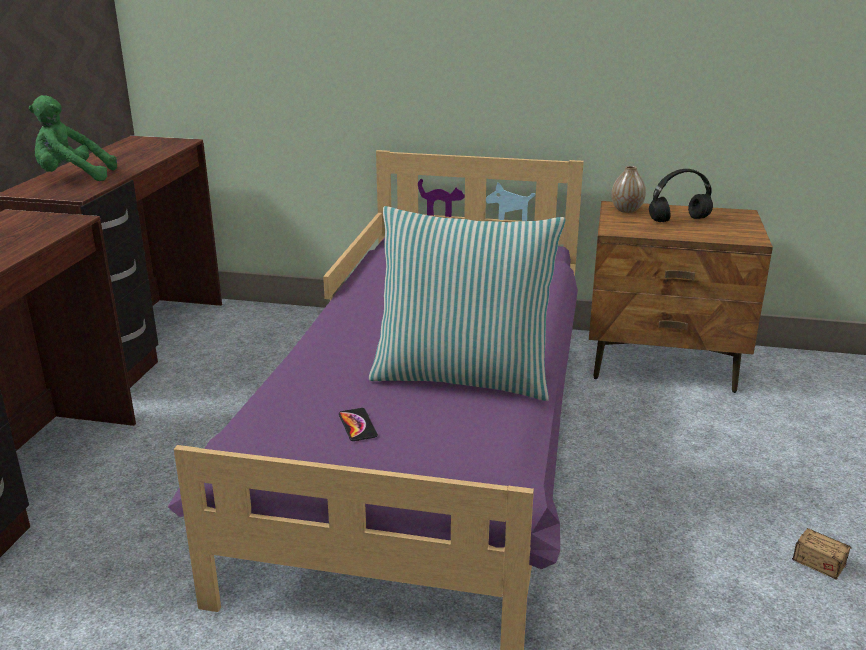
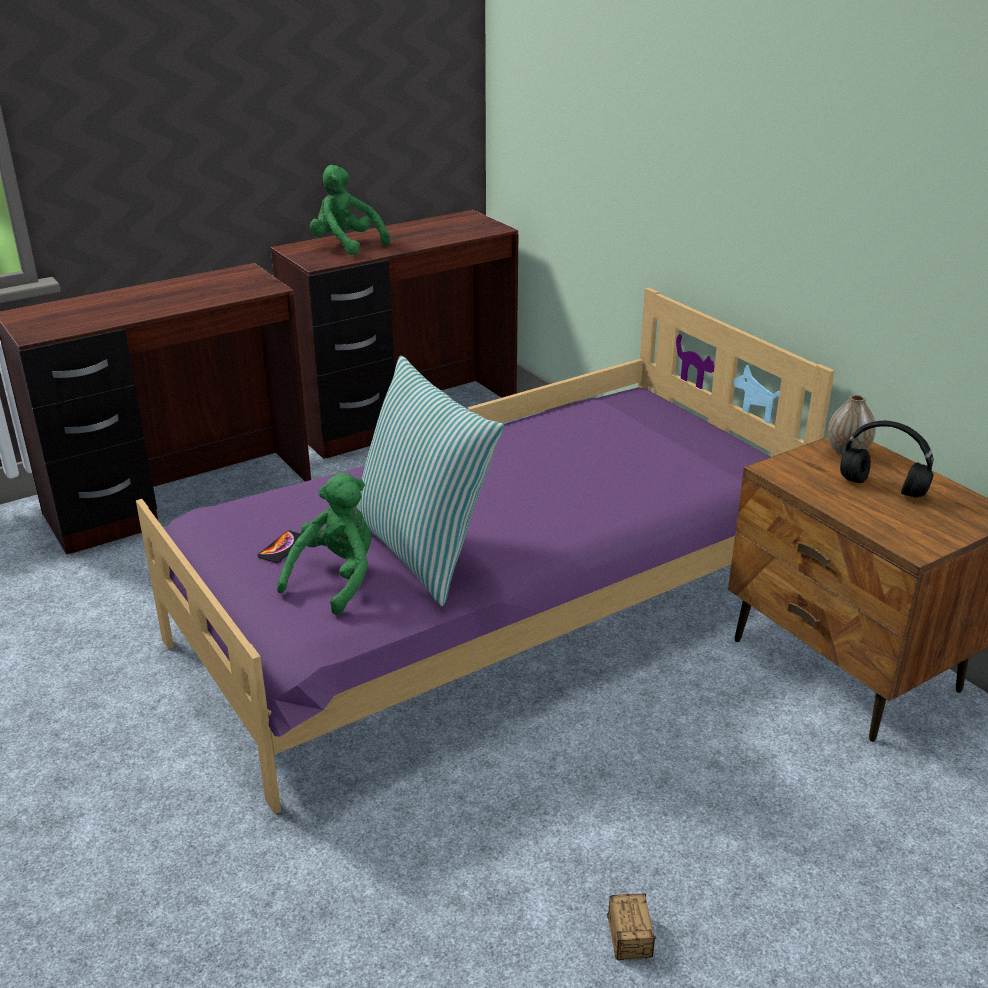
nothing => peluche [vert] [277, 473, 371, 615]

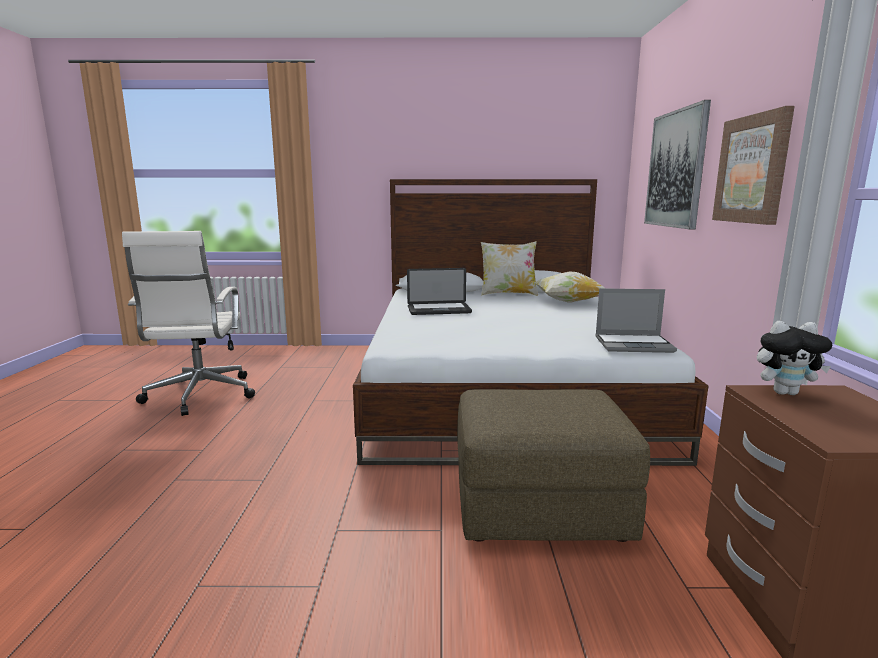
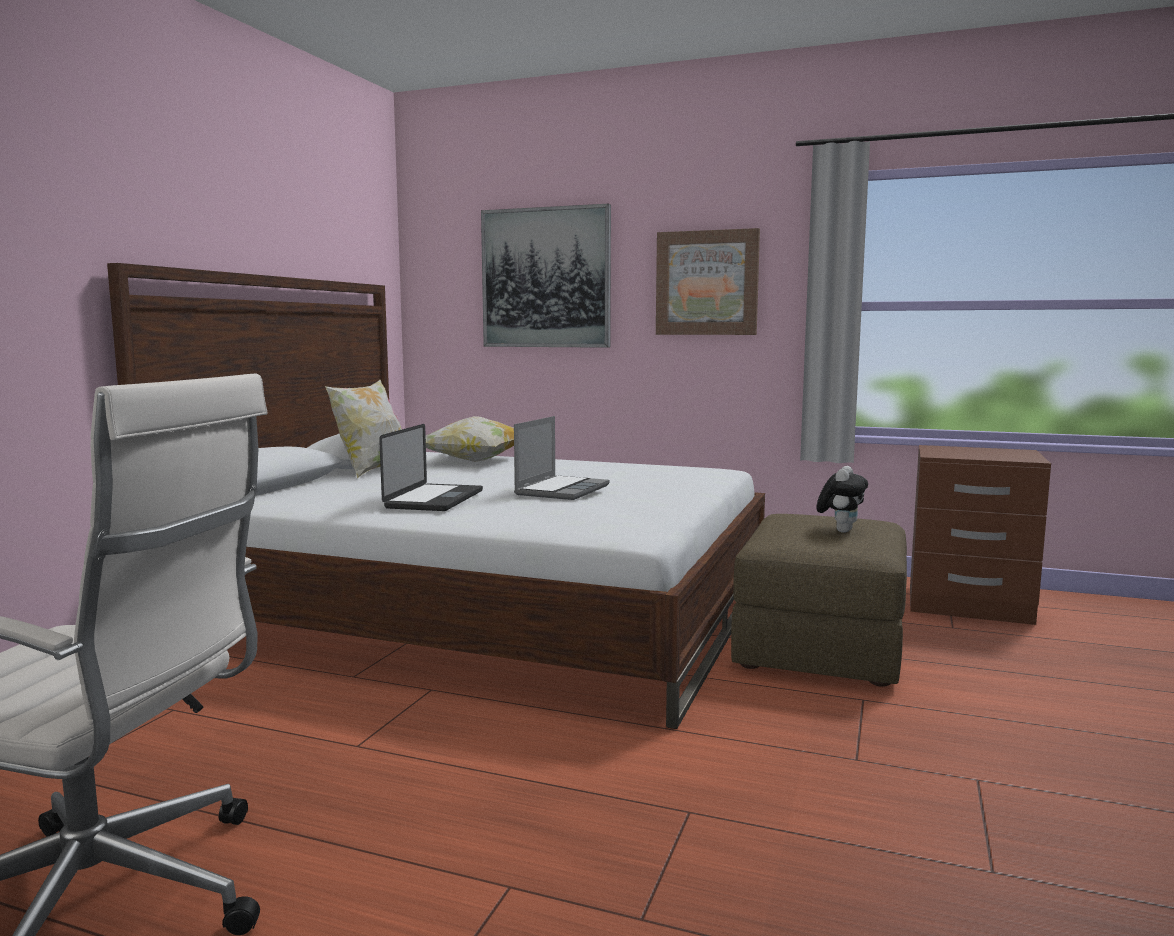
ordinateur portable [595, 288, 677, 353] => ordinateur portable [514, 416, 609, 500], moved
peluche [757, 321, 832, 395] => peluche [816, 466, 868, 533], moved

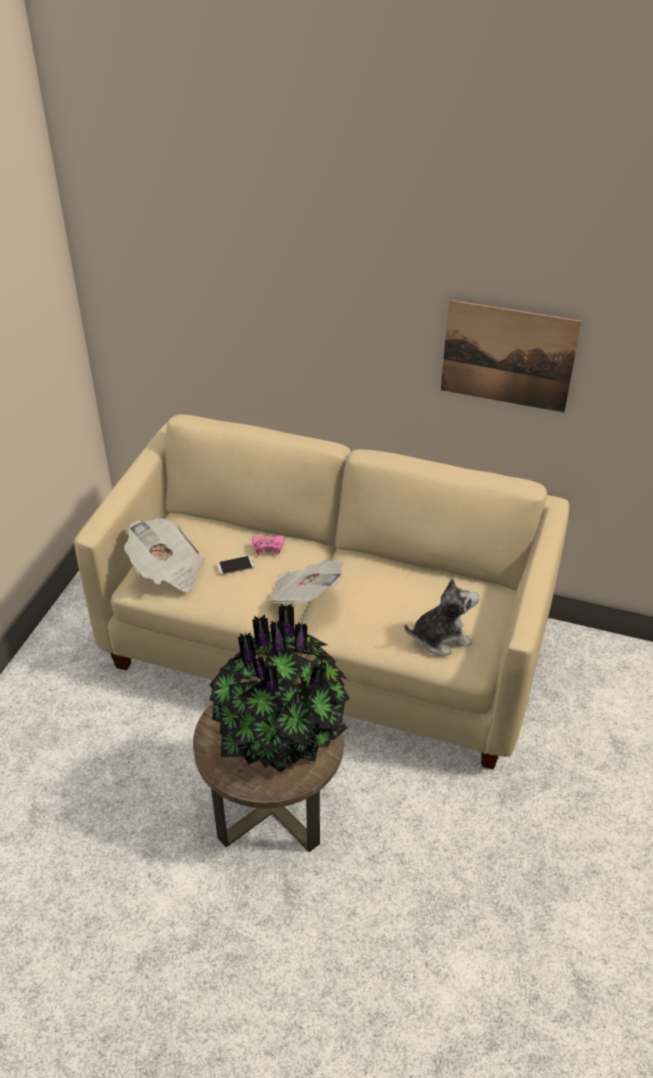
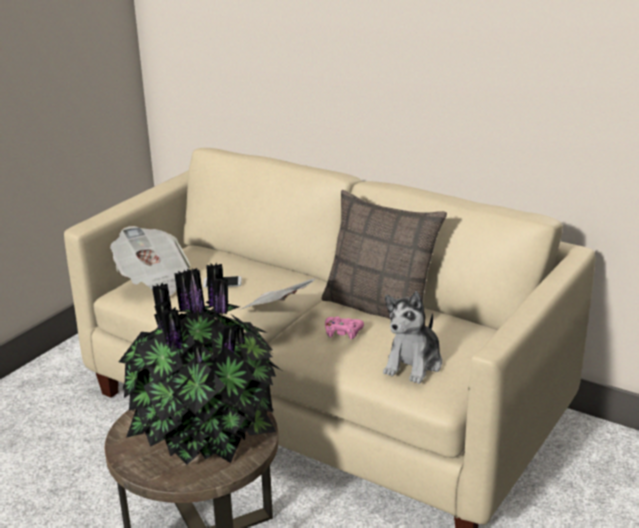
tableau [441, 300, 582, 413] => nothing
manette [rose] [252, 535, 285, 556] => manette [rose] [325, 316, 364, 339], moved
peluche [404, 578, 479, 655] => peluche [383, 291, 442, 384], 120 degrees clockwise
nothing => coussin [321, 190, 447, 319]

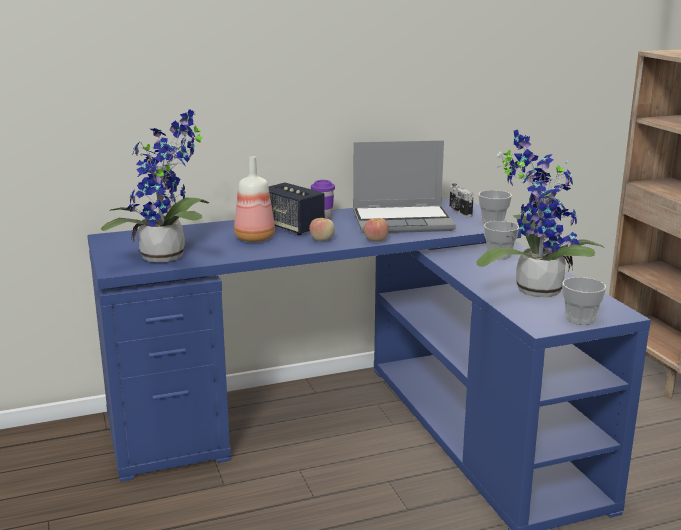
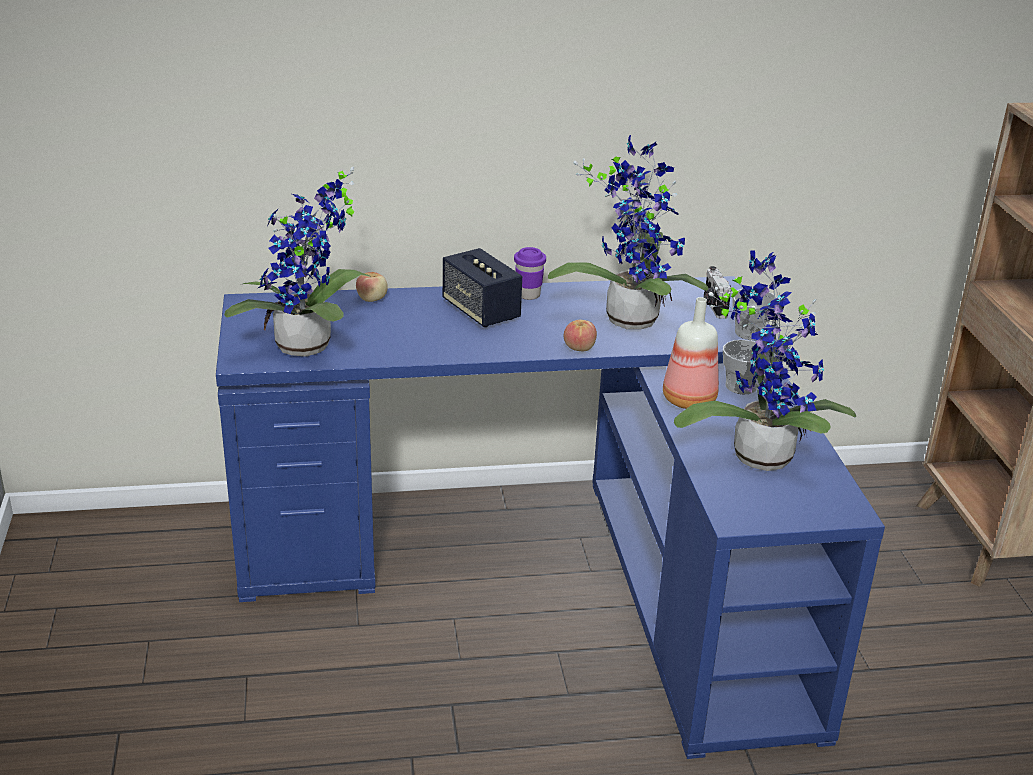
ordinateur portable [353, 140, 456, 233] => plante en pot [548, 135, 708, 330]
bouteille [234, 156, 275, 242] => bouteille [663, 297, 719, 409], moved
pomme [309, 218, 335, 241] => pomme [356, 272, 388, 302], moved
tasse [562, 277, 607, 325] => nothing

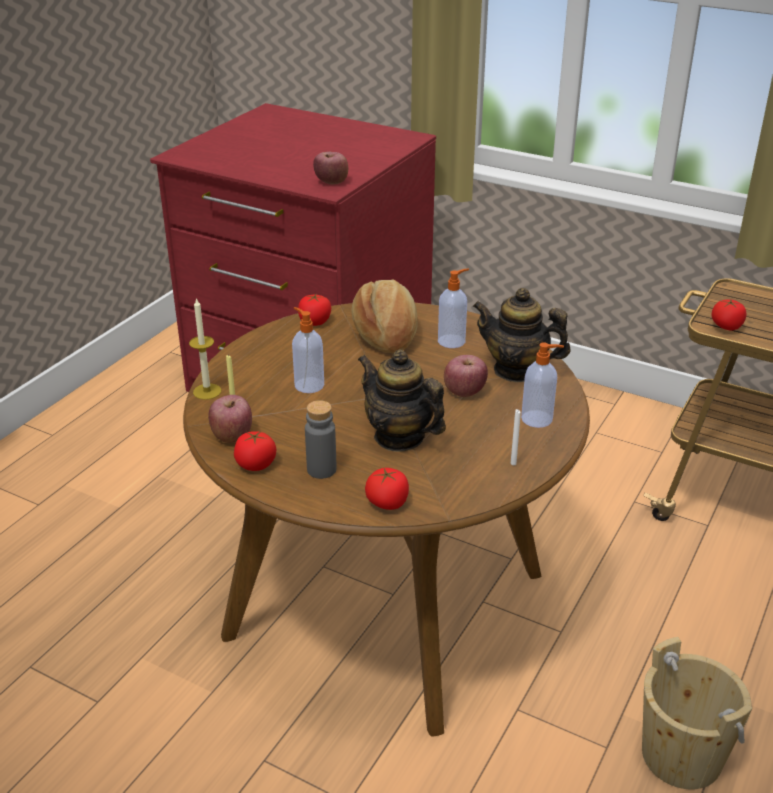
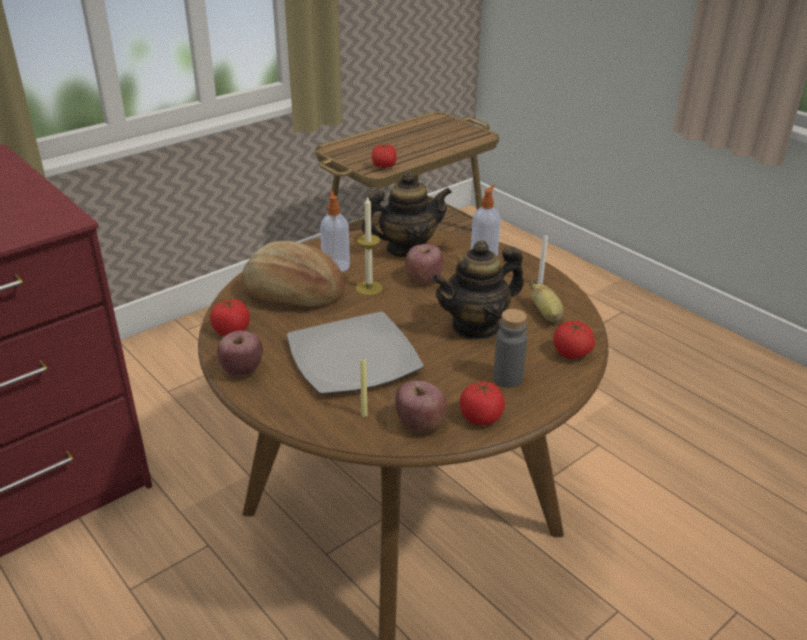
pomme [313, 152, 348, 185] => pomme [217, 330, 263, 376], moved
théière [473, 288, 571, 382] => théière [361, 171, 452, 257], 150 degrees counterclockwise
bougie [189, 298, 221, 400] => bougie [356, 197, 383, 295], moved
distributeur de savon [292, 307, 324, 393] => assiette [287, 312, 424, 394]
seau [beige] [642, 637, 753, 790] => nothing
nothing => banane [529, 279, 563, 322]

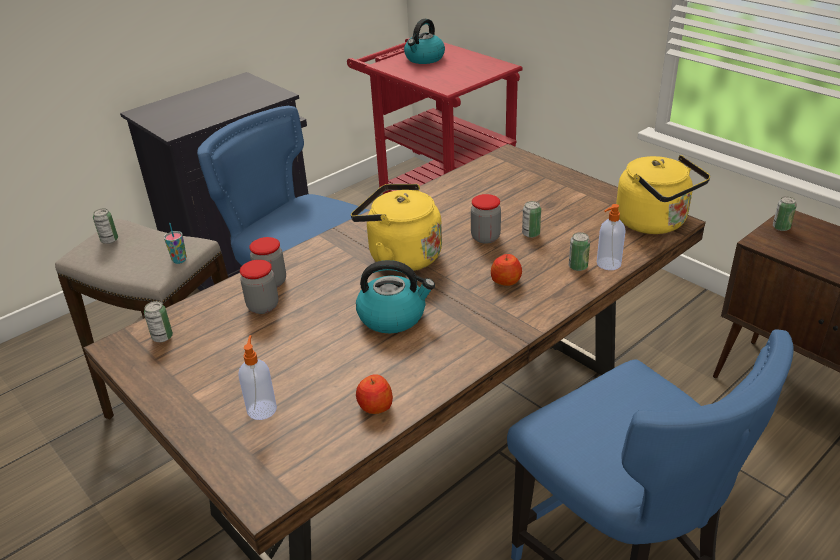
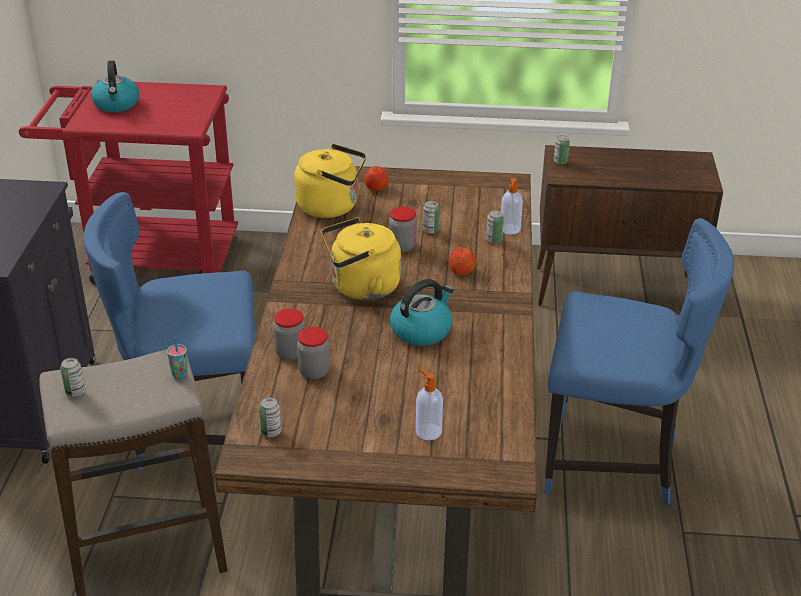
bouilloire [jaune] [616, 155, 710, 234] => bouilloire [jaune] [294, 144, 366, 218], moved
pomme [356, 374, 393, 414] => pomme [364, 166, 389, 191], moved

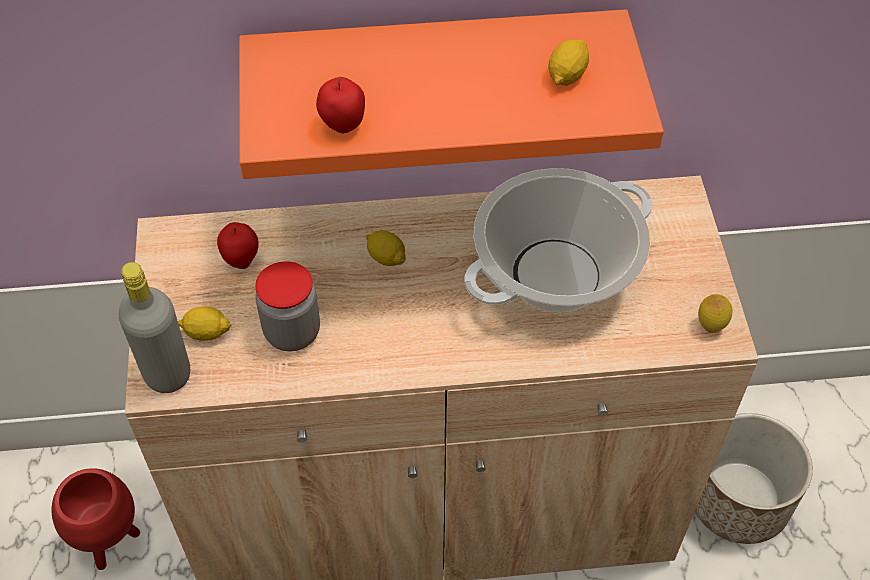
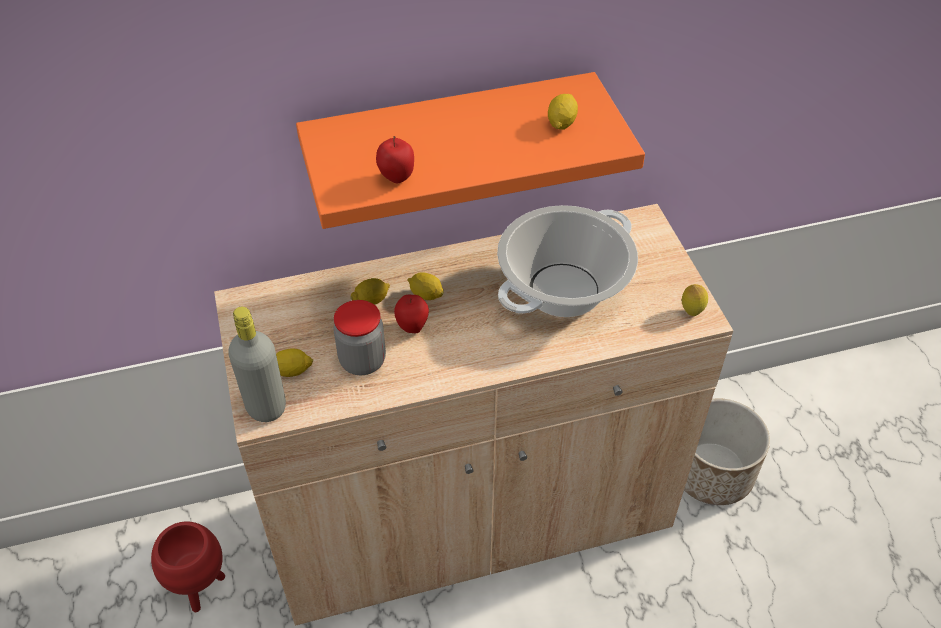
pomme [217, 222, 259, 269] => pomme [394, 295, 429, 333], moved
nothing => citron [350, 278, 390, 305]

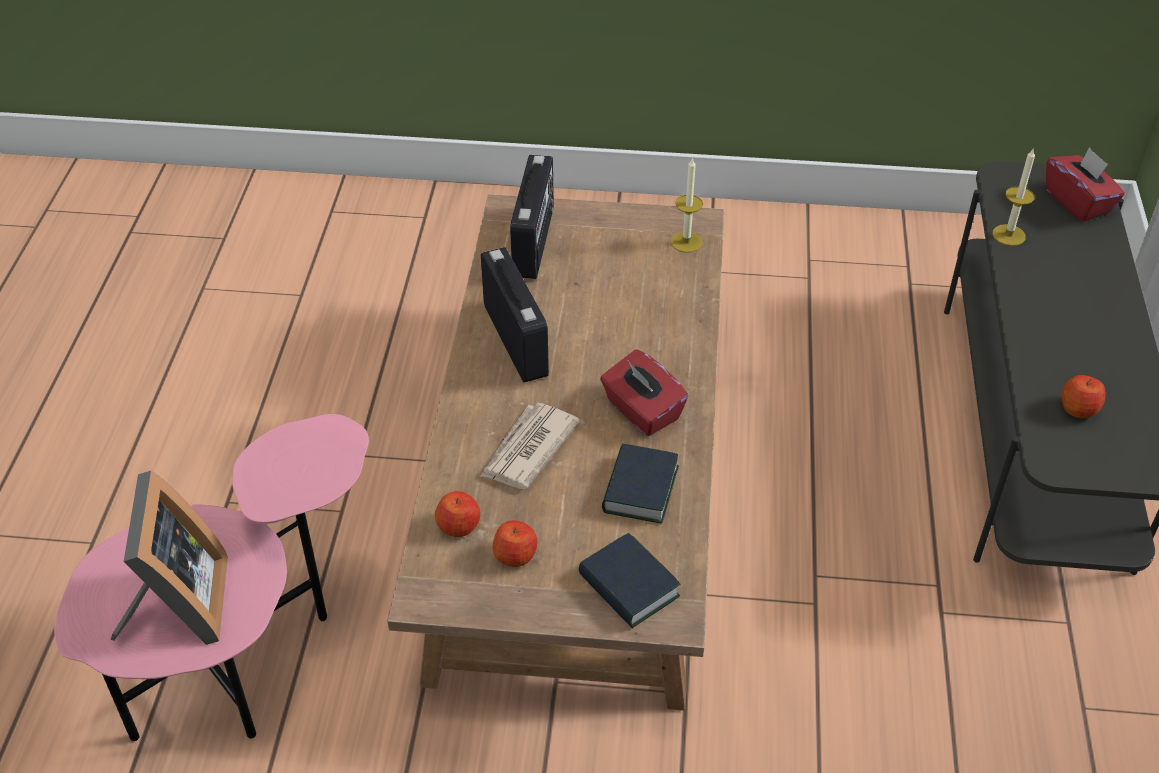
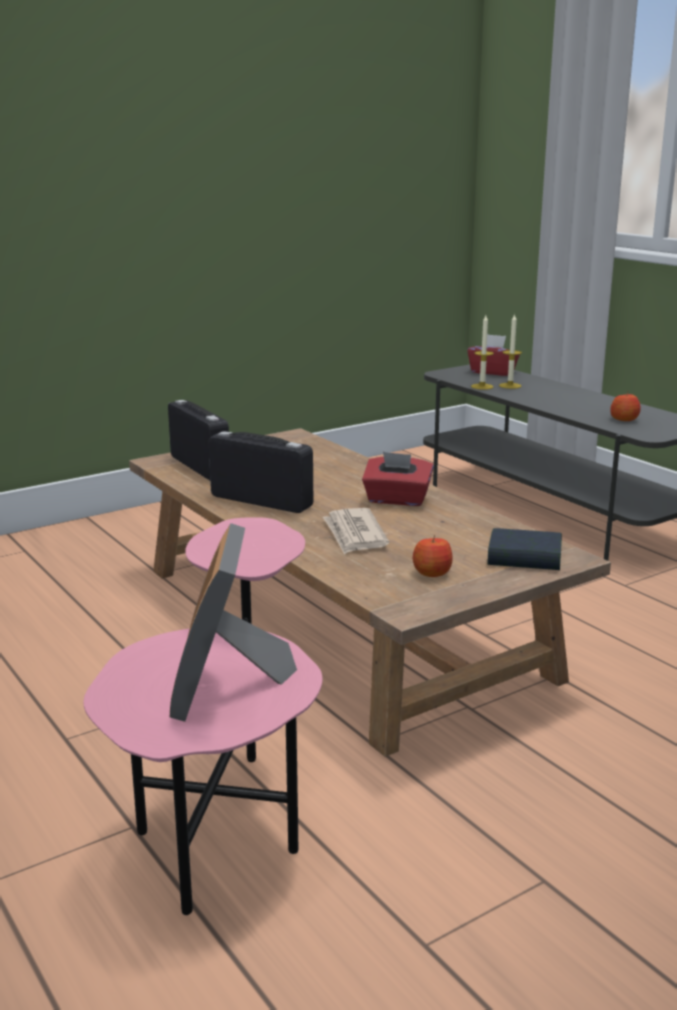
bougie [671, 157, 703, 253] => bougie [499, 313, 522, 389], moved
livre [602, 444, 679, 523] => nothing
cadre photo [111, 471, 228, 645] => cadre photo [170, 523, 297, 722], 135 degrees counterclockwise
pomme [435, 491, 480, 537] => nothing

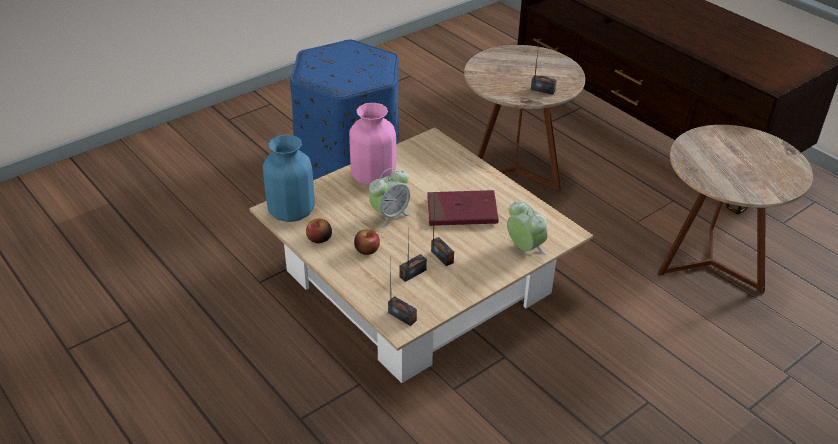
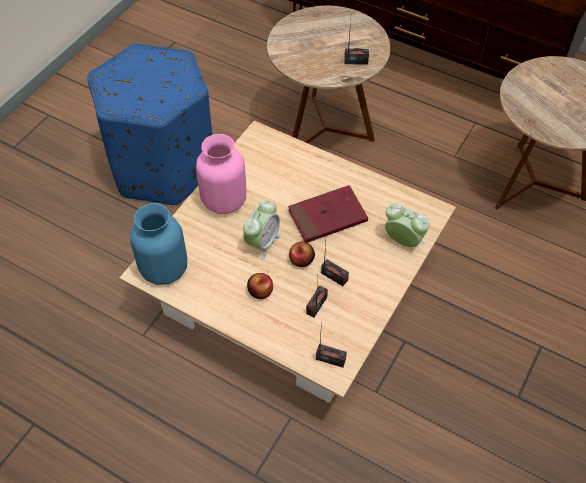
pomme [306, 219, 332, 243] => pomme [289, 242, 315, 267], moved

